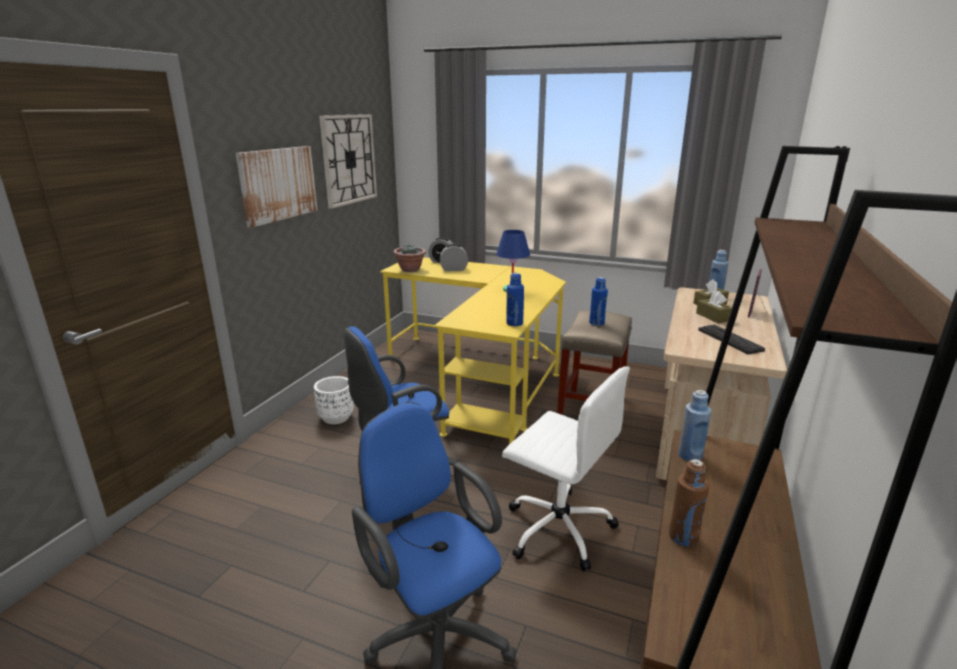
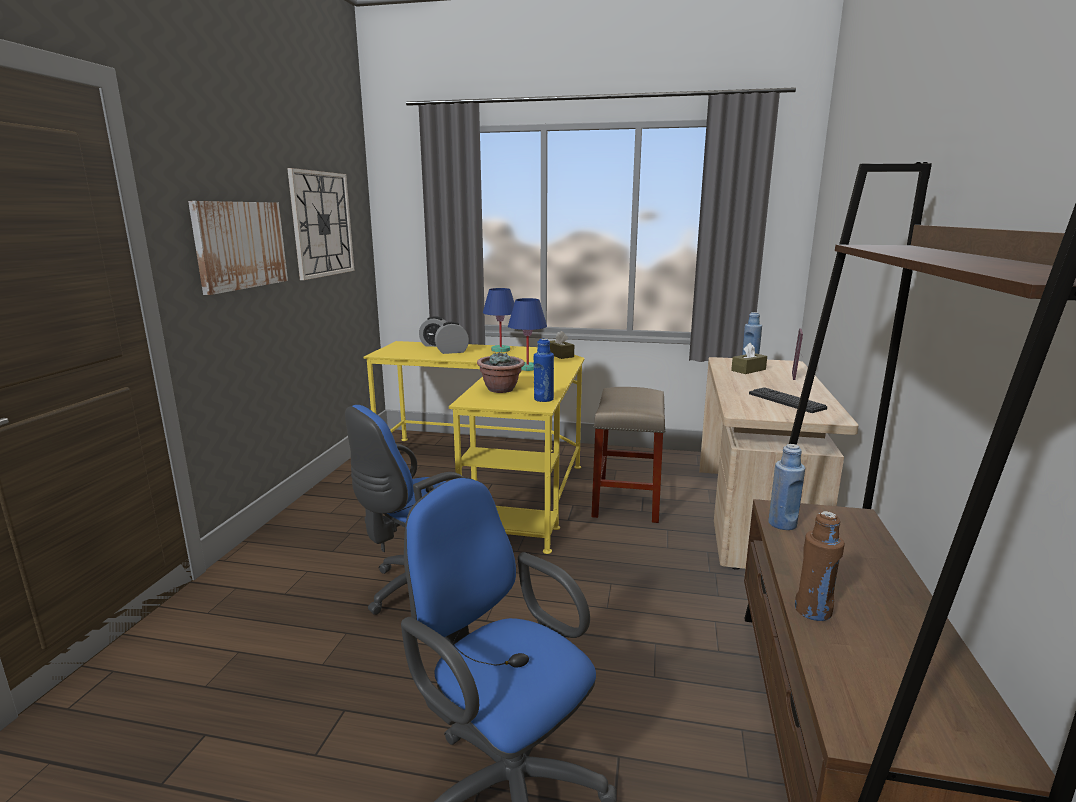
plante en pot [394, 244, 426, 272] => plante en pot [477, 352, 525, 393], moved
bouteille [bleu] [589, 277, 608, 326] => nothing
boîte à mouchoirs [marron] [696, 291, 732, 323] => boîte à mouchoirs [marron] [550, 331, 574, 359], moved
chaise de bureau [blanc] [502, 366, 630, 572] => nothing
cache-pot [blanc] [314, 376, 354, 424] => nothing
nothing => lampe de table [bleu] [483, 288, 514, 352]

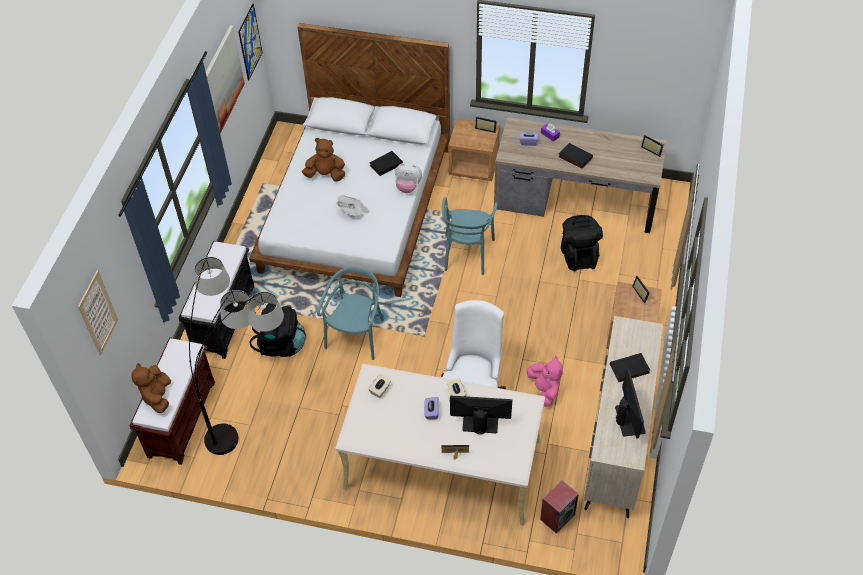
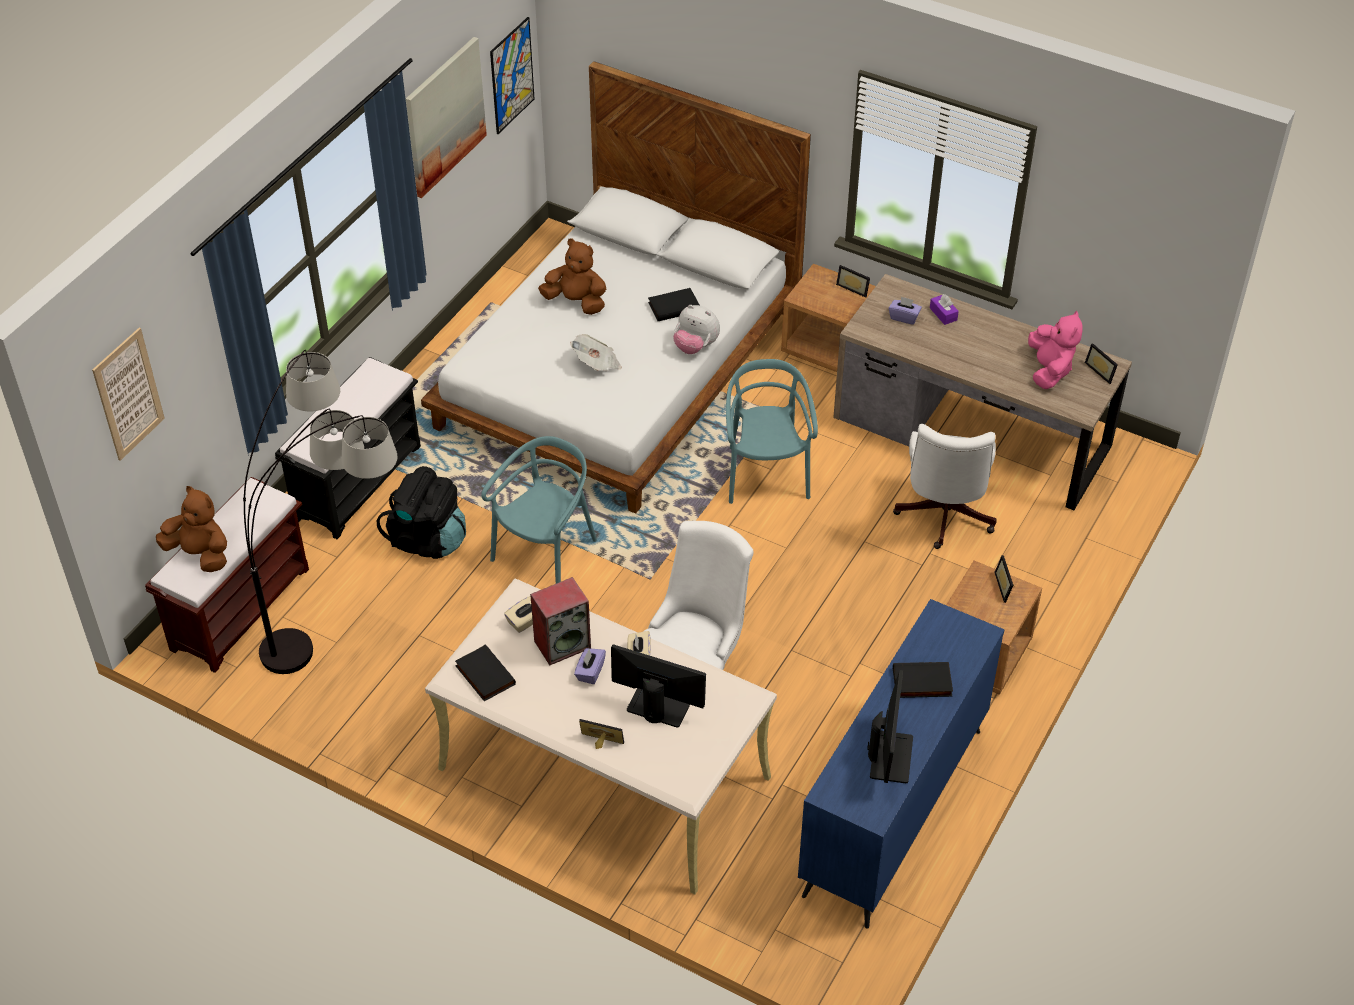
livre [noir] [558, 143, 593, 169] => livre [noir] [455, 644, 516, 701], moved
chaise [turquoise] [442, 197, 498, 275] => chaise [turquoise] [726, 359, 818, 504], 150 degrees clockwise
sac à dos [noir] [561, 215, 603, 272] => chaise de bureau [blanc] [893, 424, 997, 549]
commode [beige] [584, 316, 663, 518] => commode [bleu] [798, 599, 1005, 929]
peluche [rose] [527, 356, 563, 407] => peluche [rose] [1028, 310, 1083, 389], moved
peluche [marron] [131, 363, 171, 413] => peluche [marron] [156, 486, 227, 572], 105 degrees clockwise
enceinte [540, 480, 579, 534] => enceinte [530, 577, 591, 665], moved

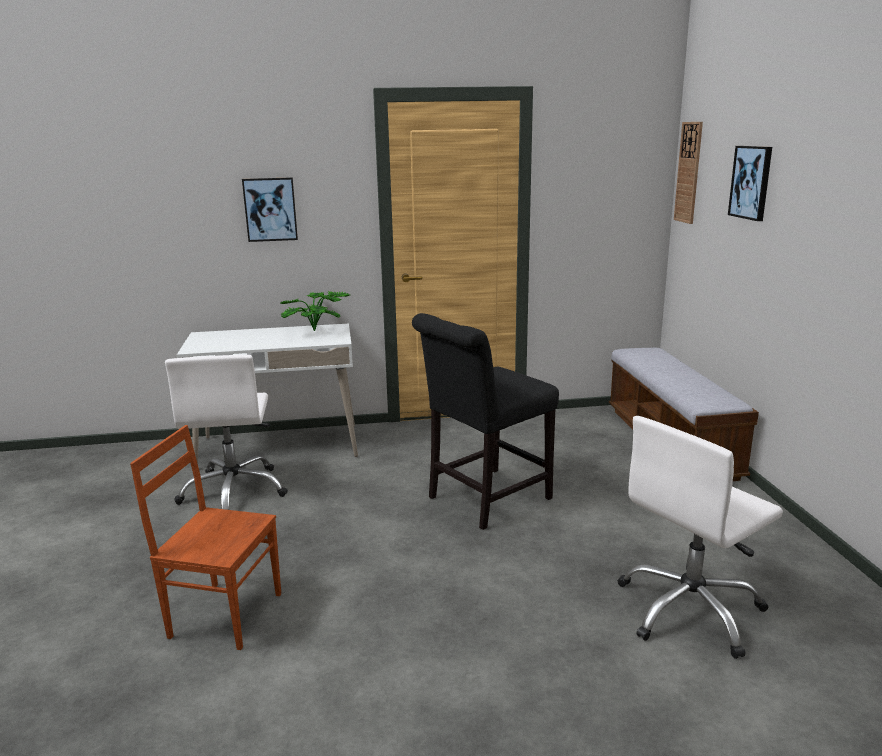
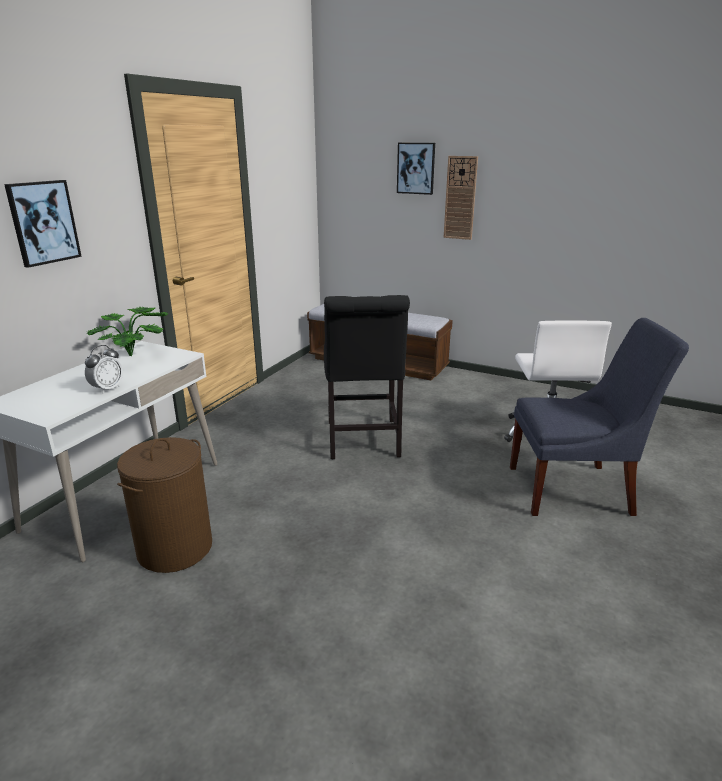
horloge murale [674, 122, 703, 224] => horloge murale [444, 156, 478, 240], moved
chaise de bureau [blanc] [165, 355, 288, 510] => panier à linge [marron] [117, 437, 212, 573]
chaise [marron] [130, 425, 281, 650] => nothing
nothing => chaise [bleu] [510, 318, 689, 516]
nothing => réveil [85, 345, 123, 394]

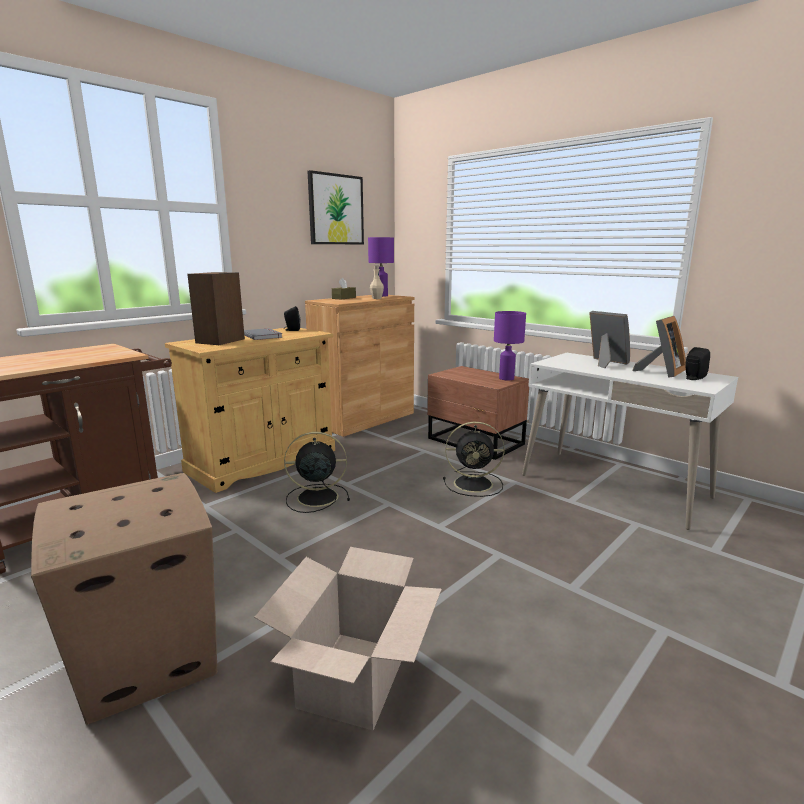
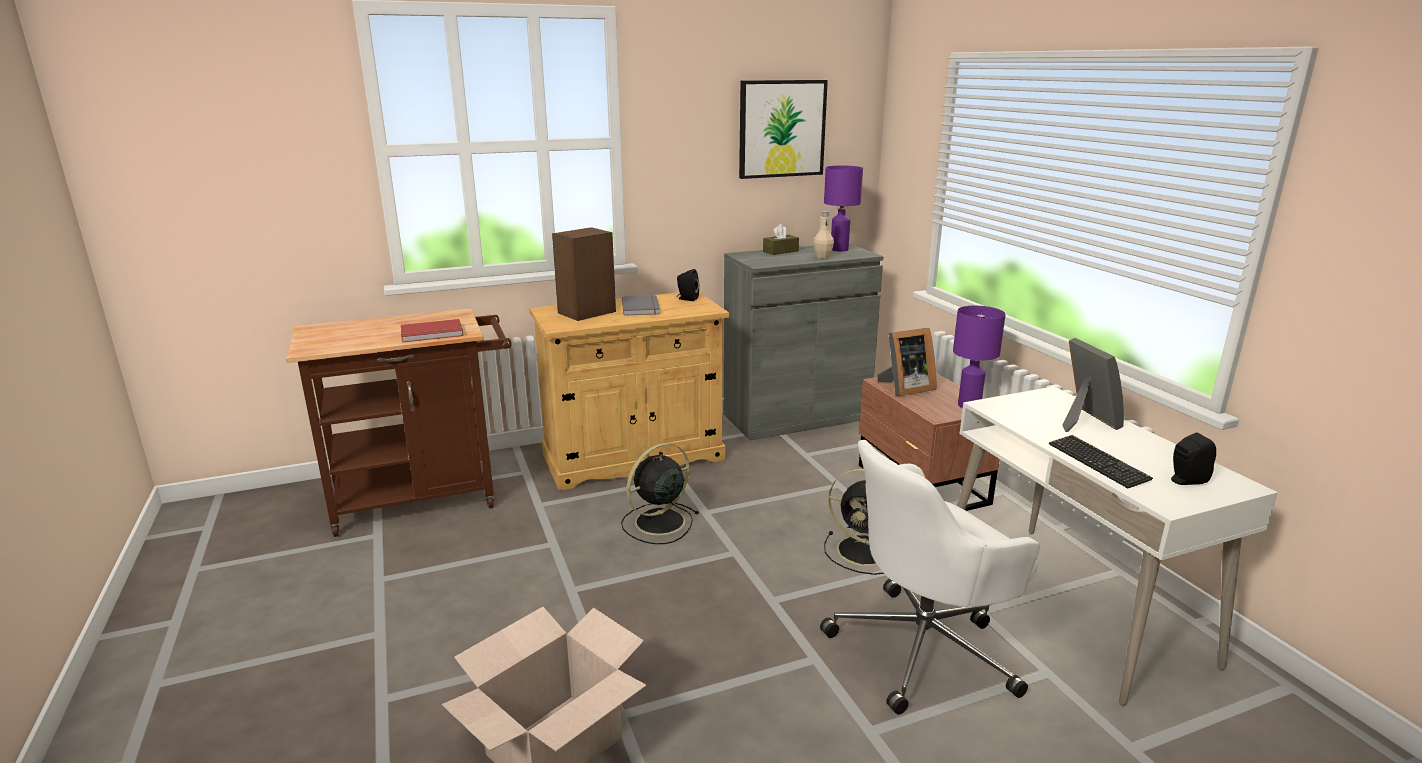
meuble de rangement [marron] [305, 295, 414, 437] => meuble de rangement [gris] [723, 243, 883, 440]
cadre photo [632, 316, 686, 378] => cadre photo [877, 328, 936, 396], moved
ventilateur [noir] [284, 432, 350, 513] => ventilateur [noir] [621, 443, 699, 544], 60 degrees counterclockwise
carton [31, 473, 218, 725] => nothing
nothing => livre [rouge] [401, 319, 463, 342]
nothing => clavier [1049, 435, 1153, 488]
nothing => chaise de bureau [blanc] [820, 440, 1040, 715]

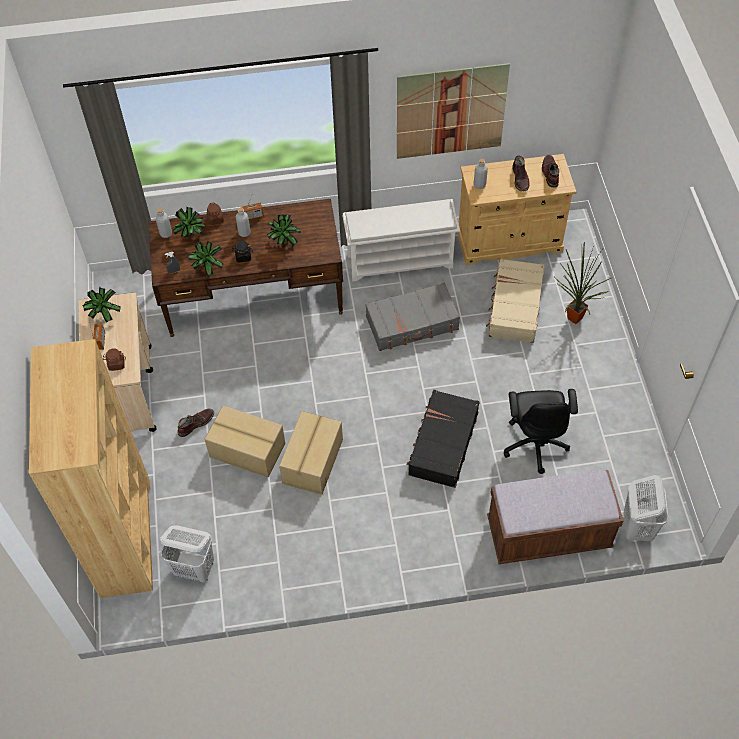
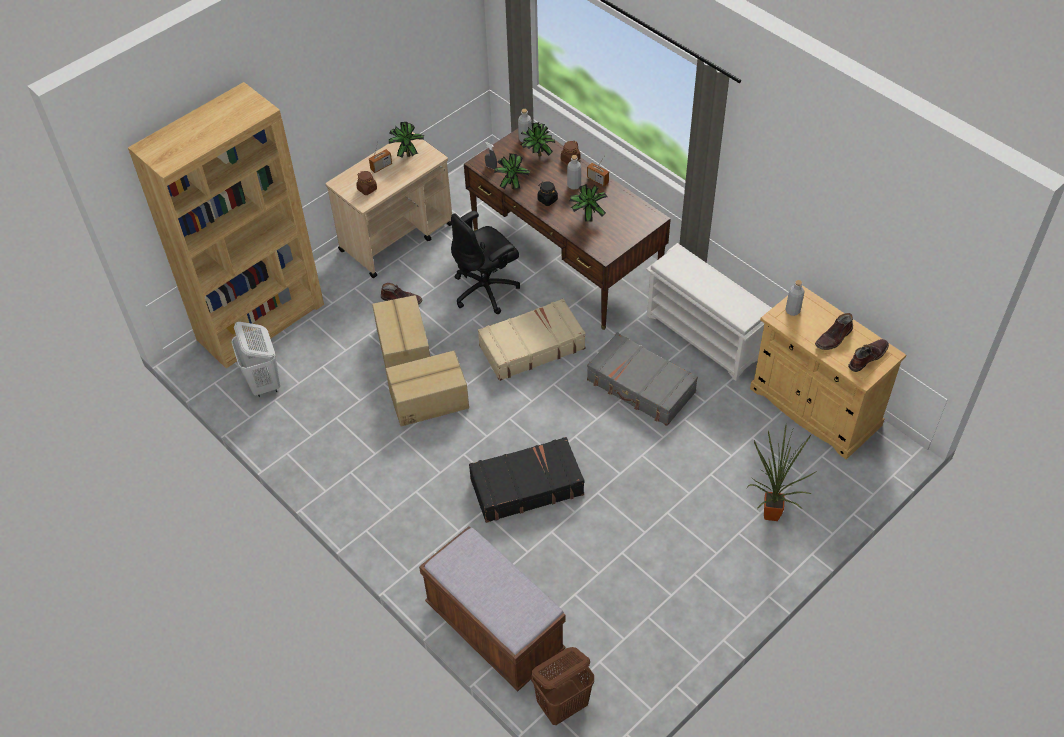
tableau [397, 63, 510, 159] => nothing
valise [beige] [486, 258, 544, 343] => valise [beige] [478, 299, 586, 381], moved
chaise de bureau [noir] [504, 389, 578, 474] => chaise de bureau [noir] [451, 211, 520, 314], moved
panier à linge [blanc] [624, 475, 668, 541] => panier à linge [marron] [531, 647, 594, 725]

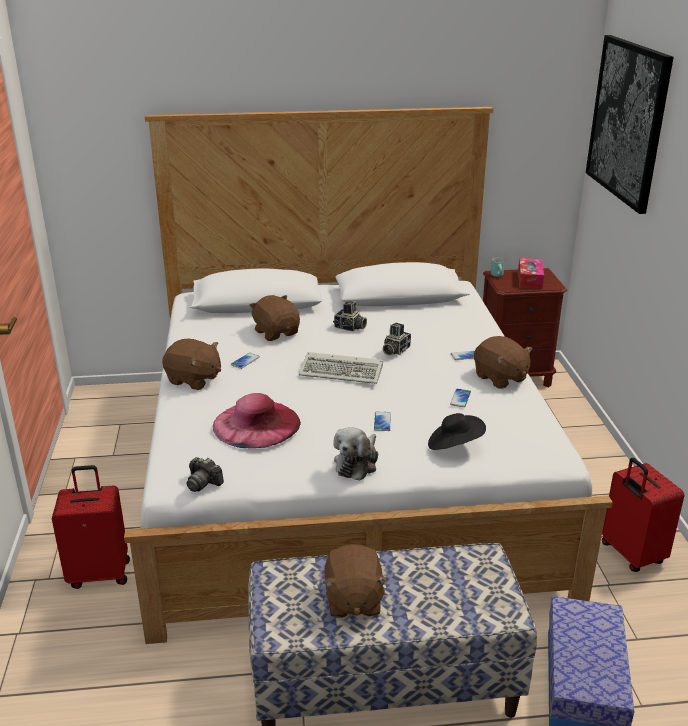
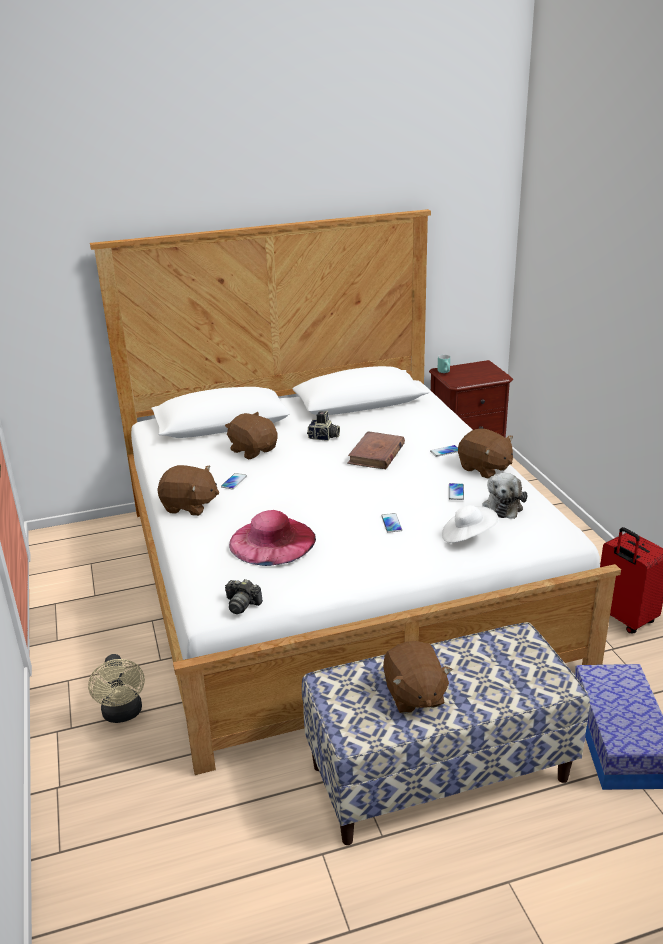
tableau [586, 35, 674, 214] => nothing
boîte à mouchoirs [518, 258, 544, 289] => nothing
appareil photo [383, 323, 411, 356] => livre [marron] [347, 431, 405, 469]
clavier [299, 352, 383, 384] => nothing
chapeau [noir] [428, 413, 486, 450] => chapeau [blanc] [442, 505, 499, 543]
peluche [333, 427, 378, 481] => peluche [483, 473, 527, 519], moved
valise [rouge] [52, 465, 130, 589] => ventilateur [beige] [88, 654, 145, 723]

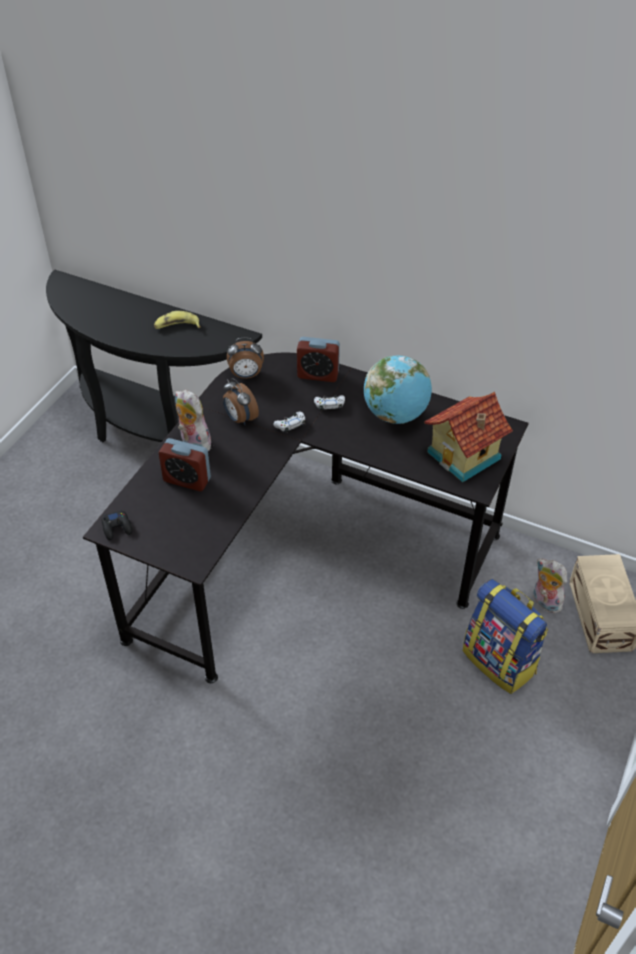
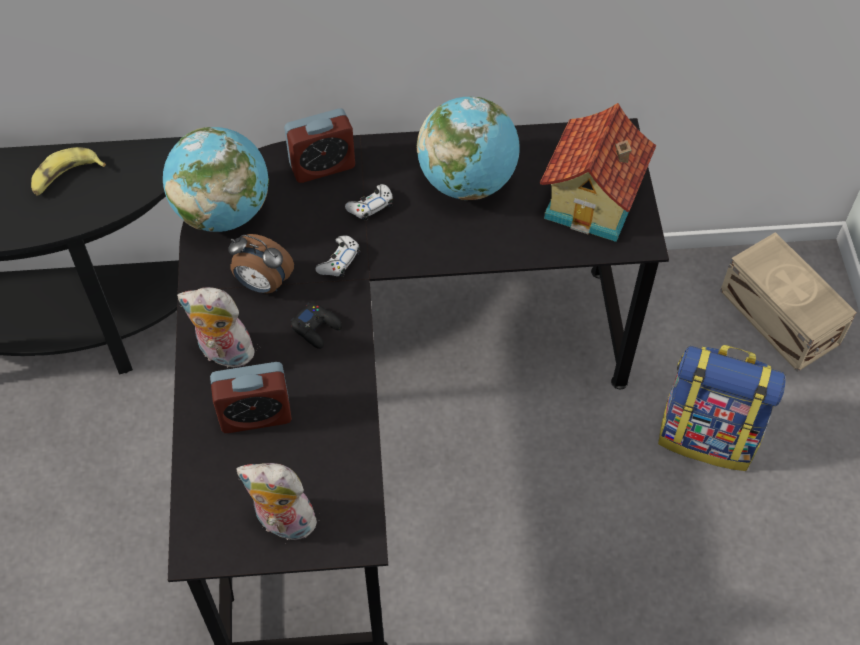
réveil [227, 338, 264, 379] => globe [163, 127, 269, 232]
manette [noir] [102, 510, 132, 540] => manette [noir] [291, 303, 342, 349], moved
peluche [534, 558, 567, 613] => peluche [236, 463, 321, 544], moved

